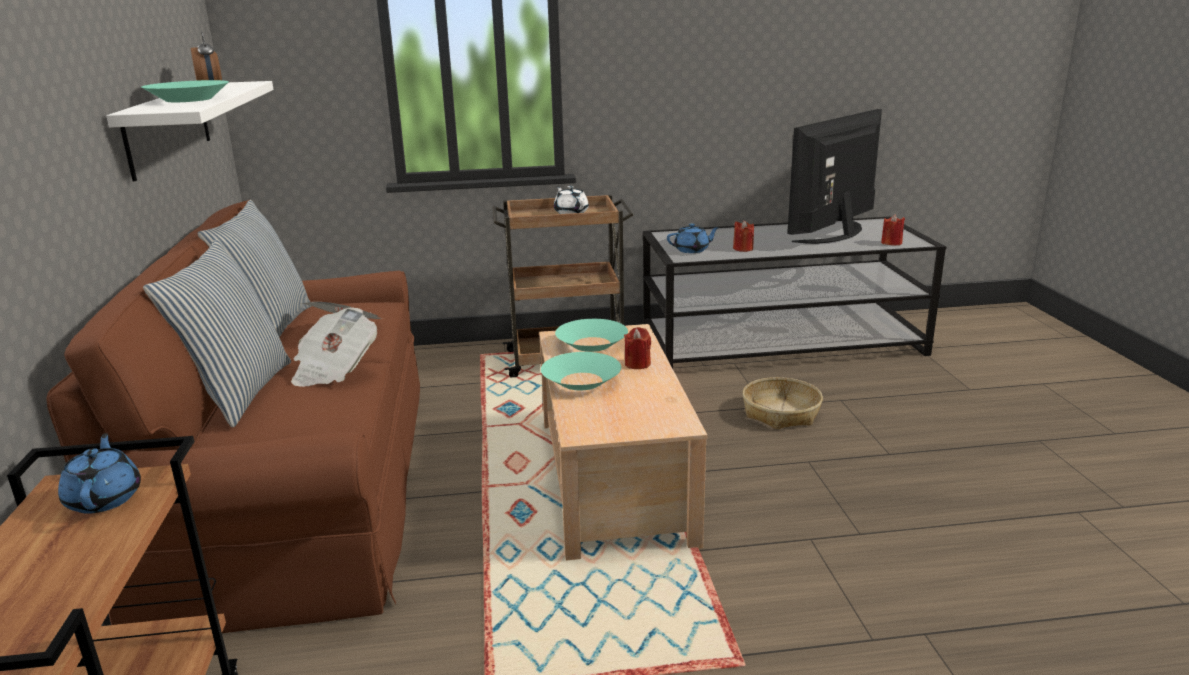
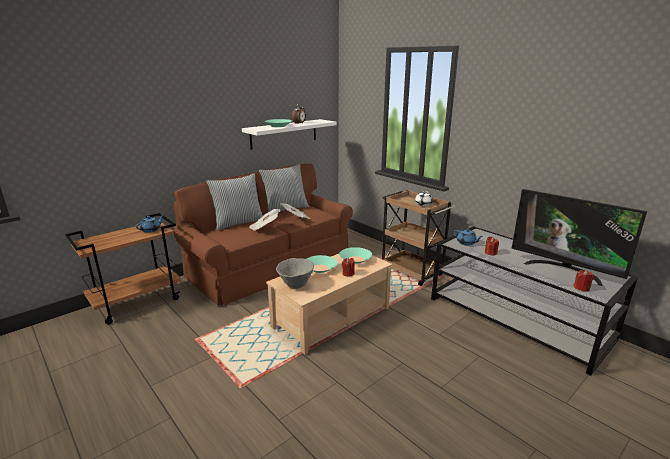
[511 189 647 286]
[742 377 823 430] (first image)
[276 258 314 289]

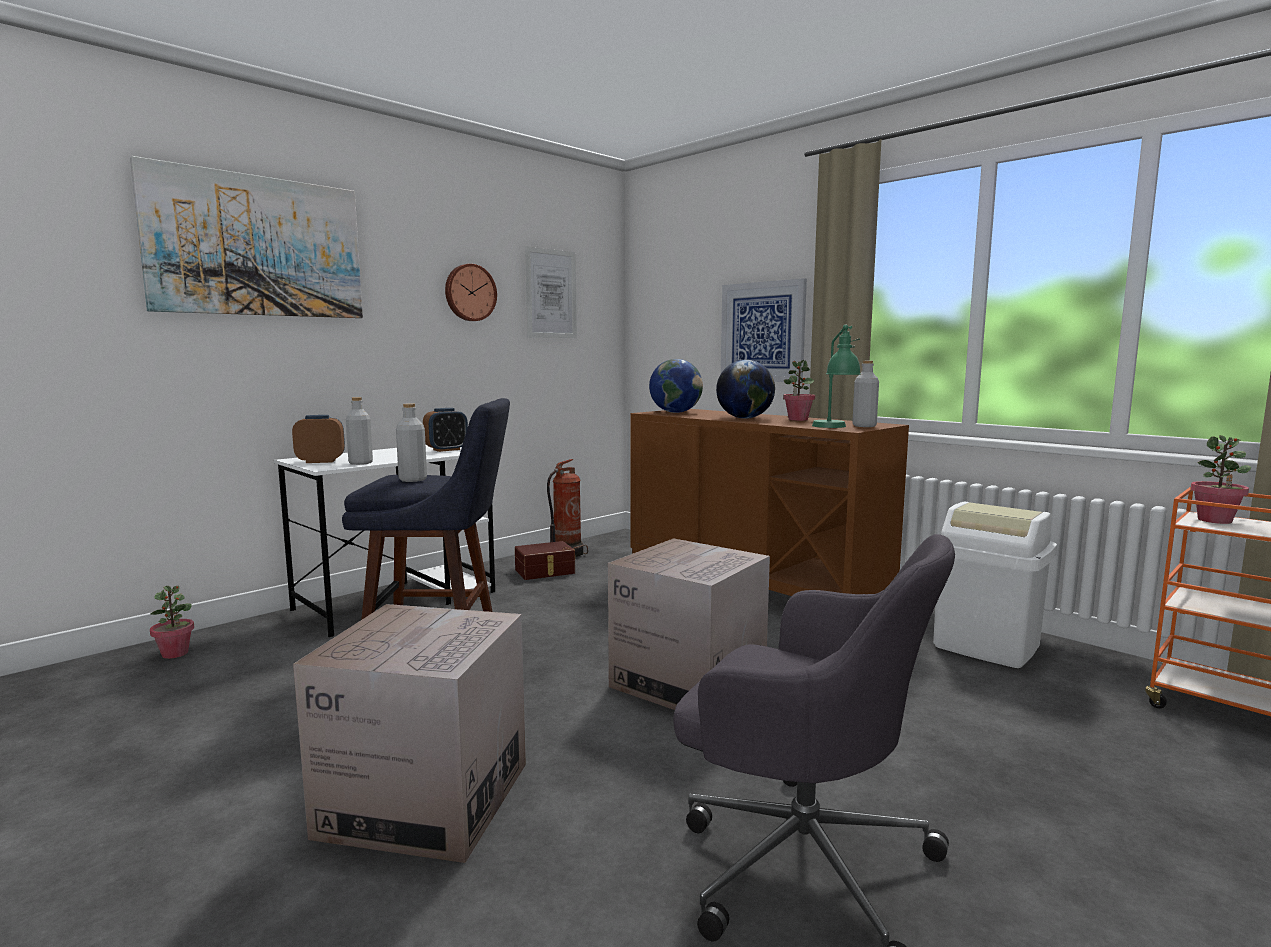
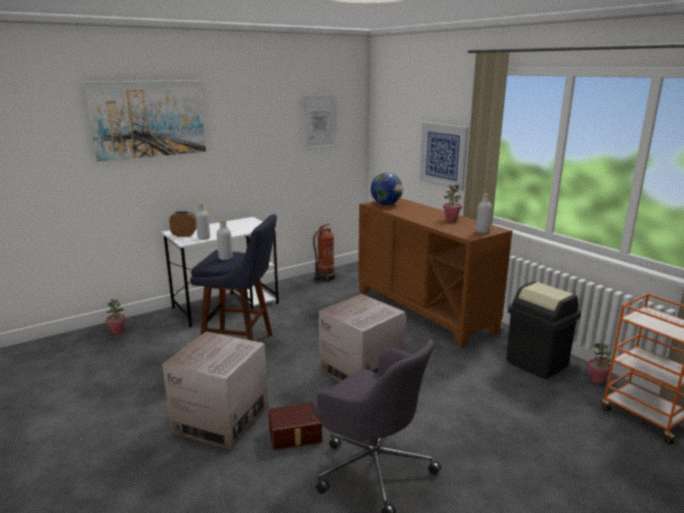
[445 264 497 321] (first image)
[812 325 861 428] (first image)
[716 360 775 419] (first image)
[423 408 468 452] (first image)
[588 342 611 383]
[506 281 581 379]
[268 402 322 450]

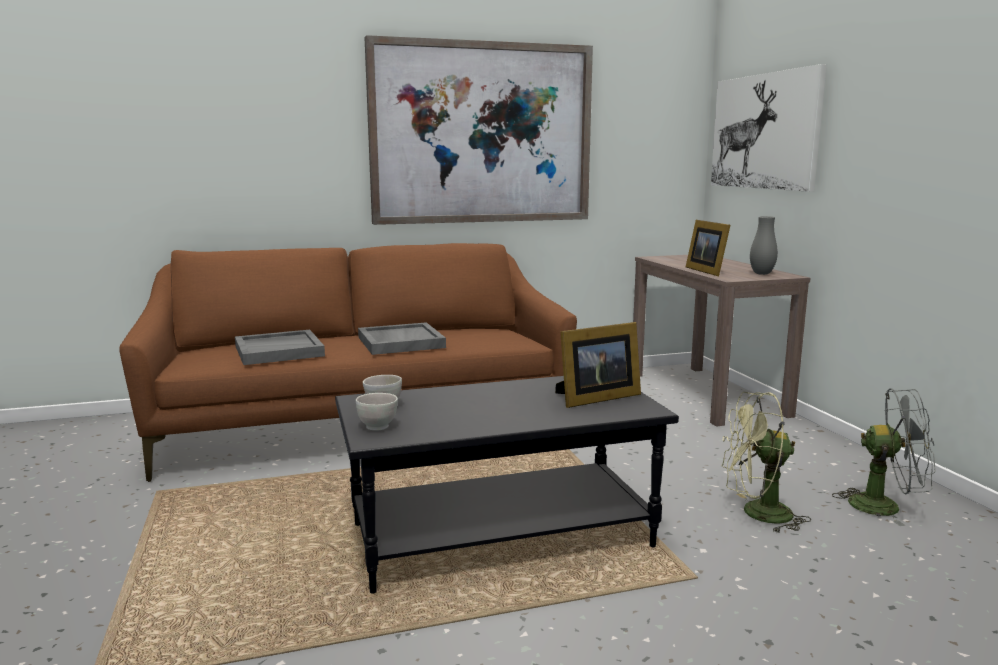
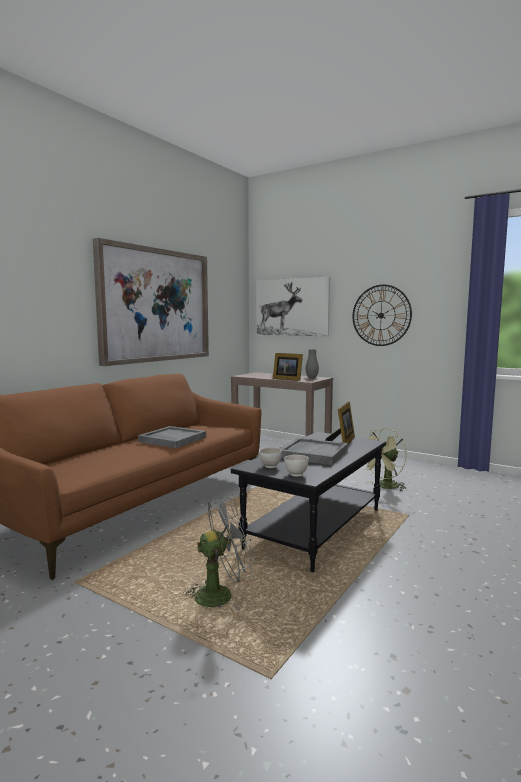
[280 438 348 465]
[182 497 255 610]
[353 285 412 346]

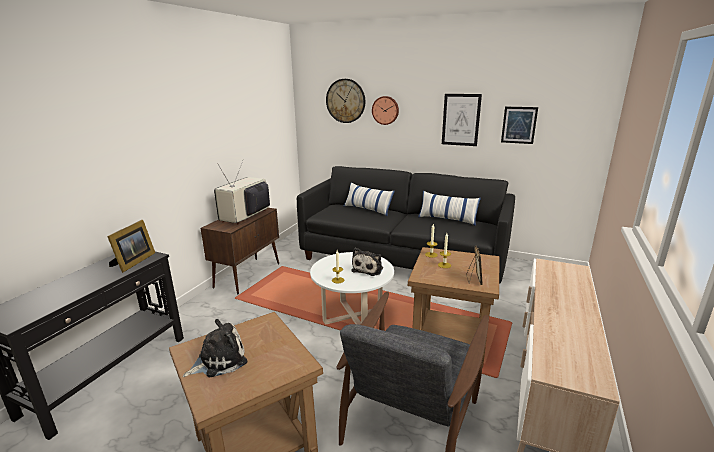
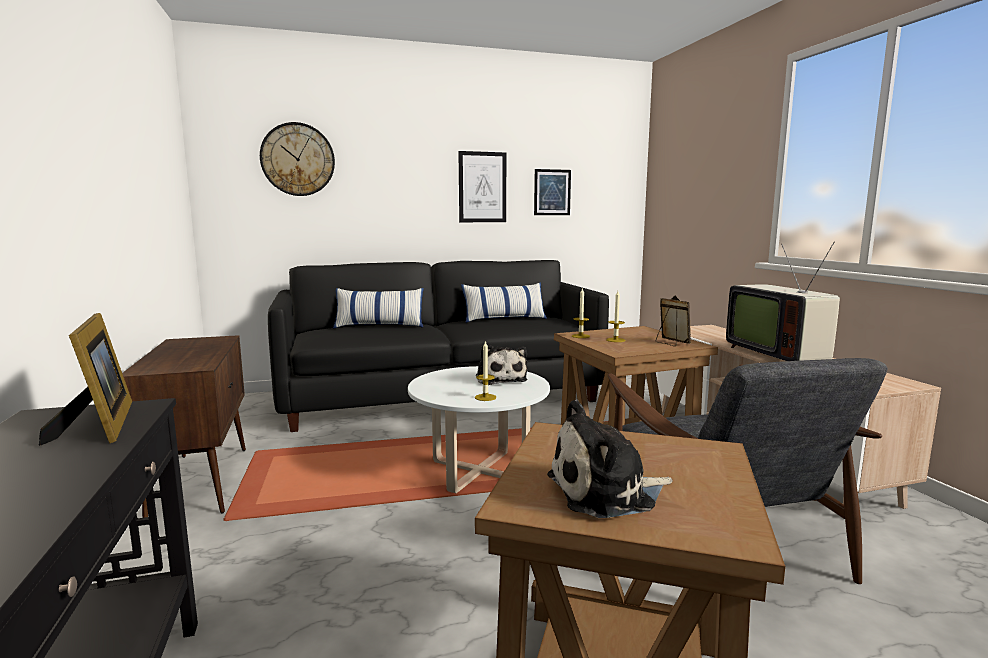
[372 96 399 125] (first image)
[726 242 840 361]
[547 400 673 518]

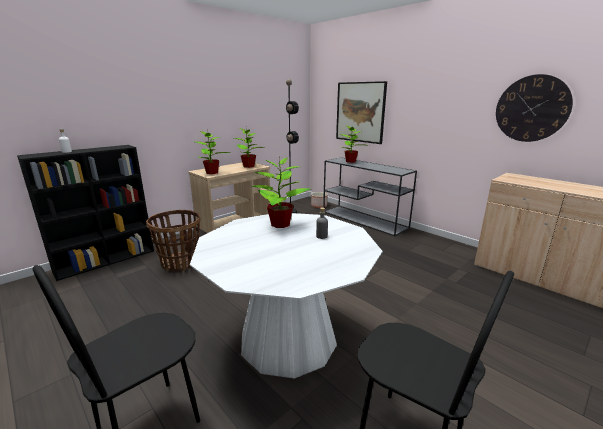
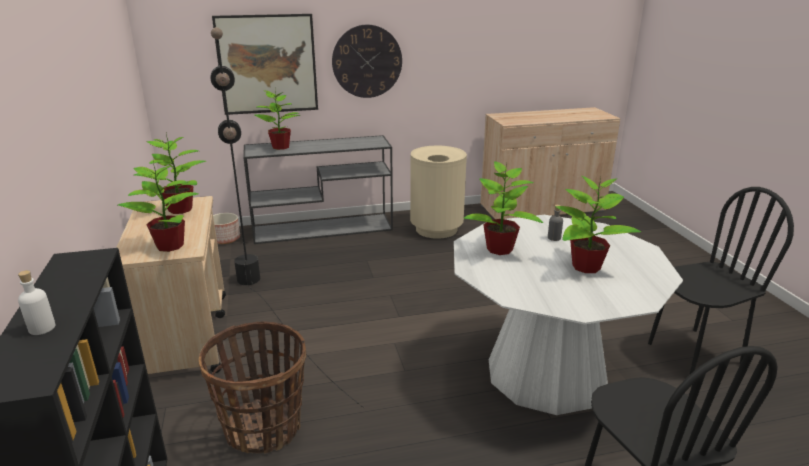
[332 25 402 98]
[410 146 467 239]
[555 176 641 273]

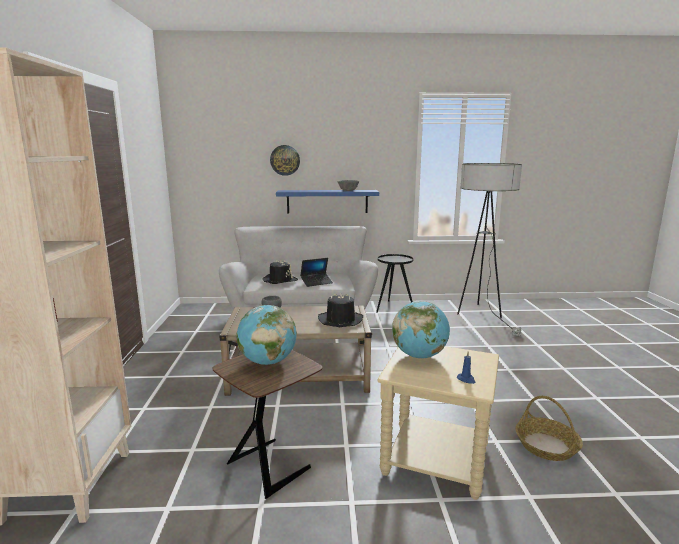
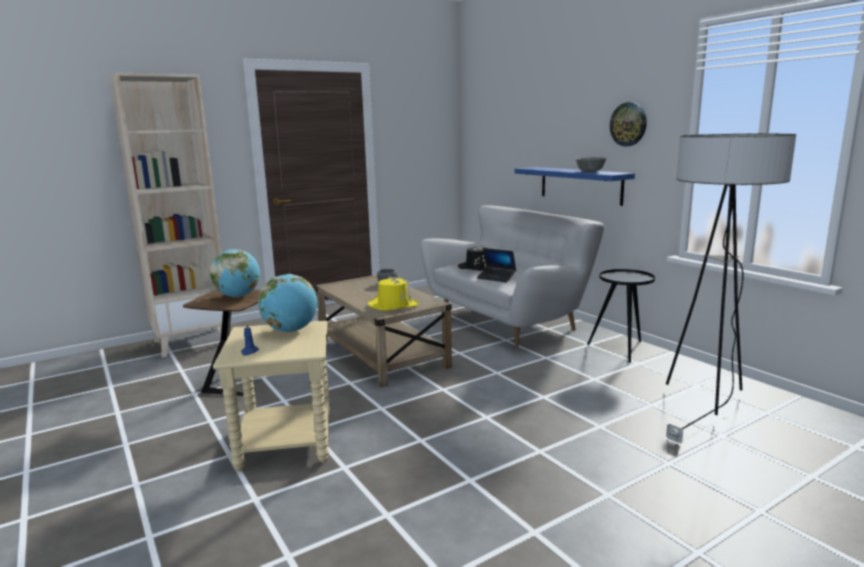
[610 102 647 146]
[368 276 419 311]
[515 396 583 461] (first image)

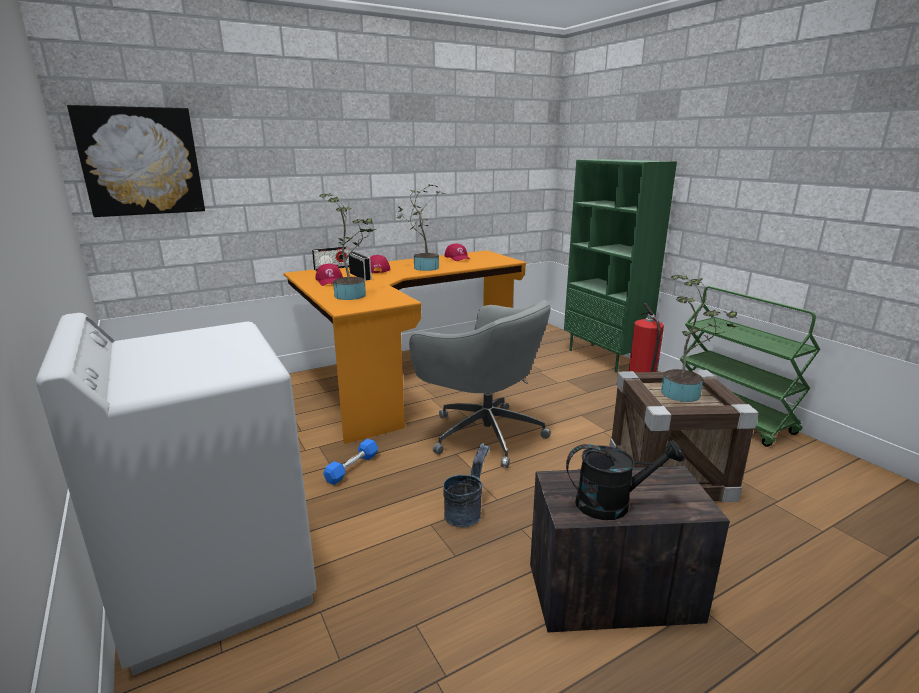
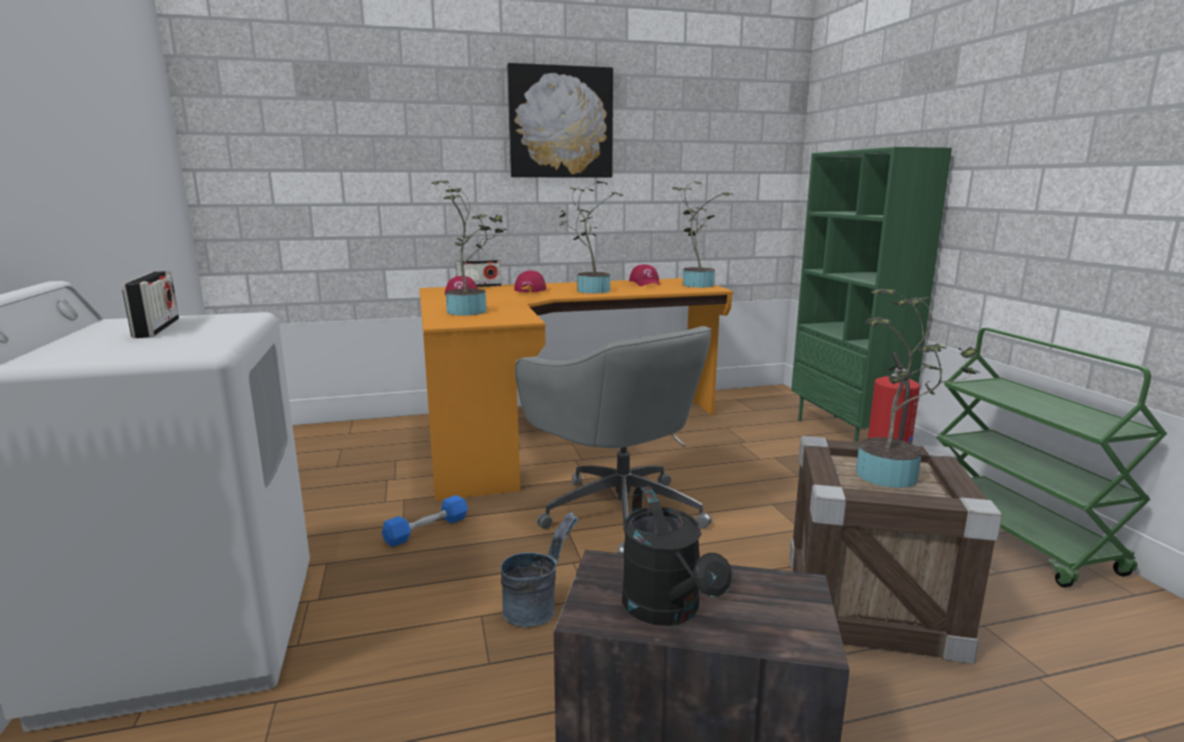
[507 63 613 178]
[122 271 179 338]
[622 486 732 626]
[672 181 732 288]

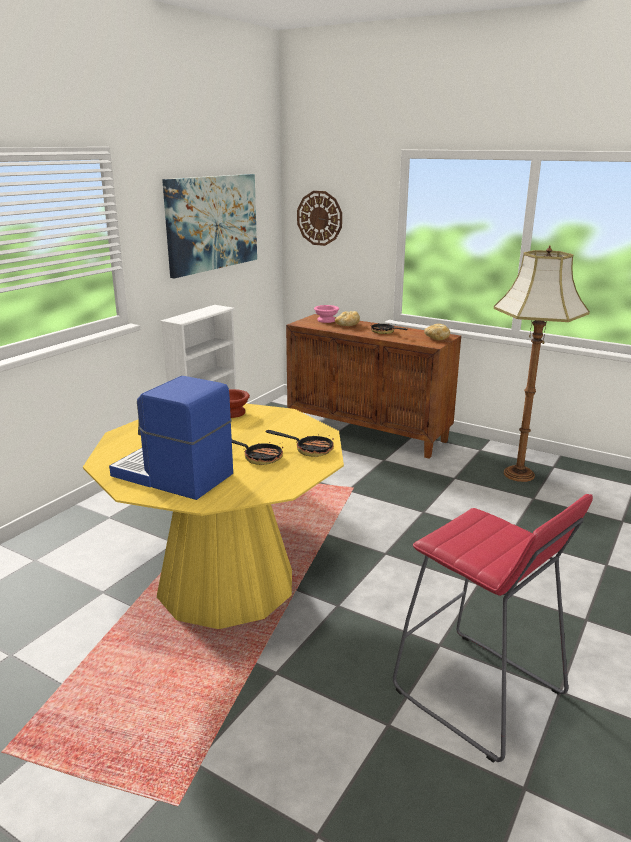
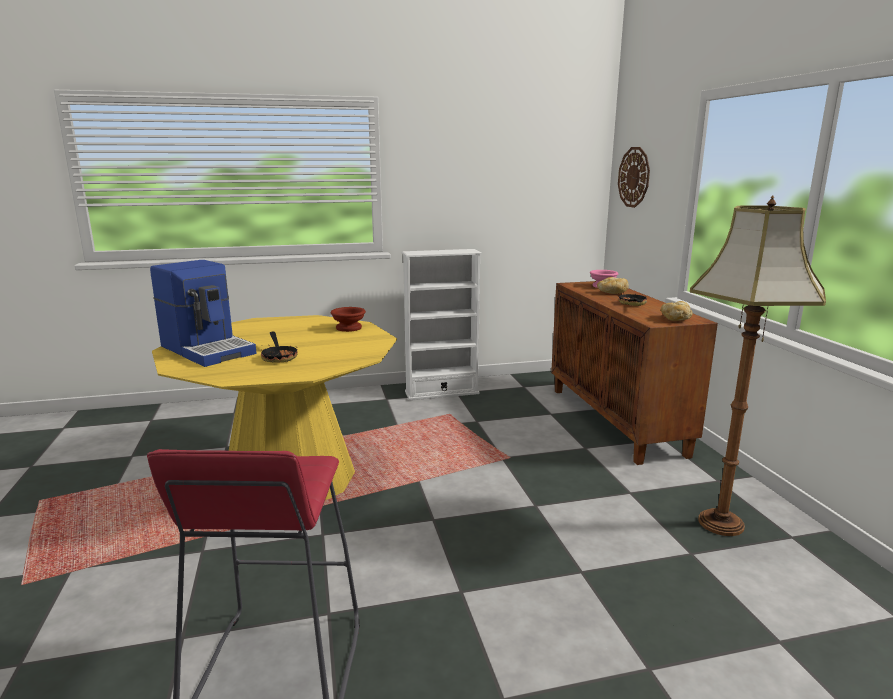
[162 174 257 279] (first image)
[150 260 256 367]
[266 430 334 457] (first image)

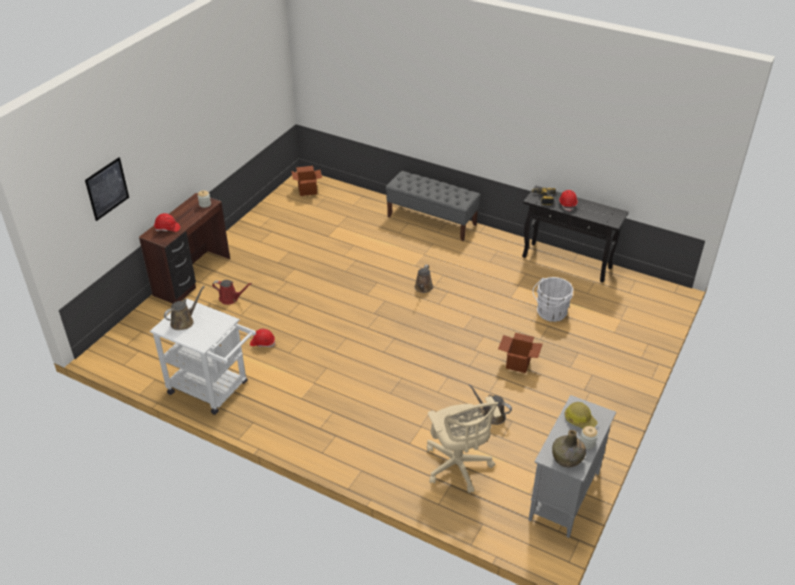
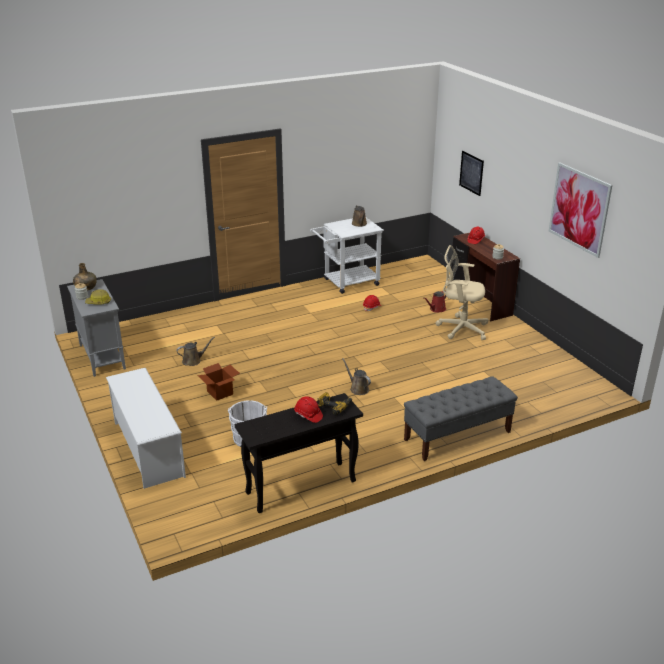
[291 166 322 196] (first image)
[436 245 488 340]
[549 163 612 258]
[106 368 186 489]

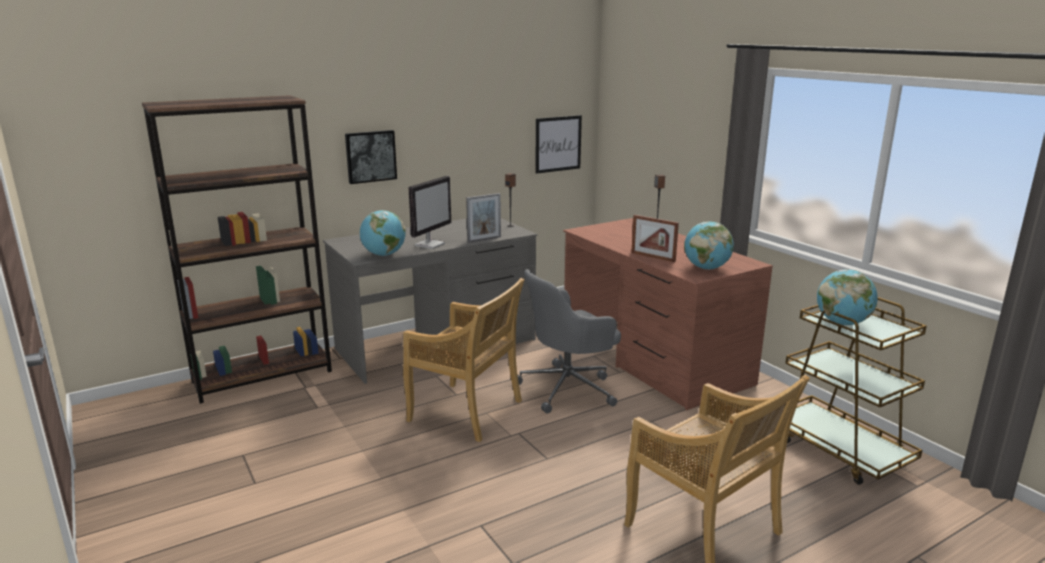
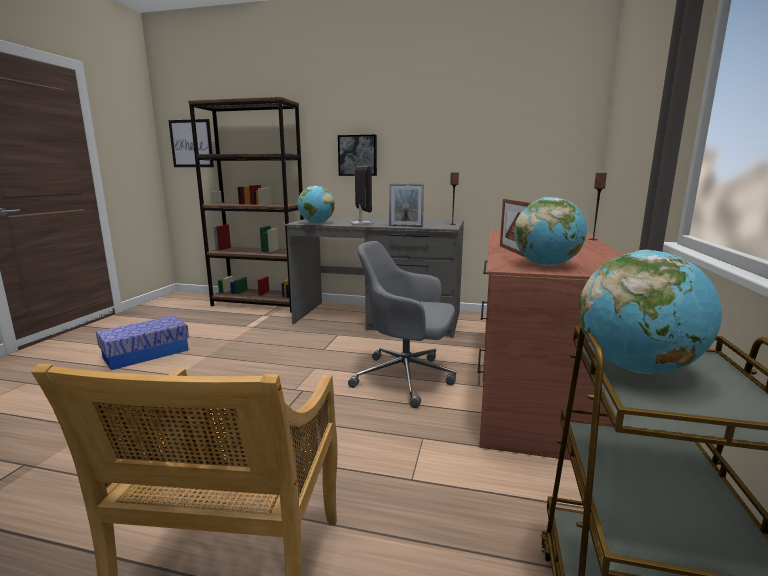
[169 119 214 167]
[350 166 373 225]
[403 278 524 442] (first image)
[96 316 189 370]

